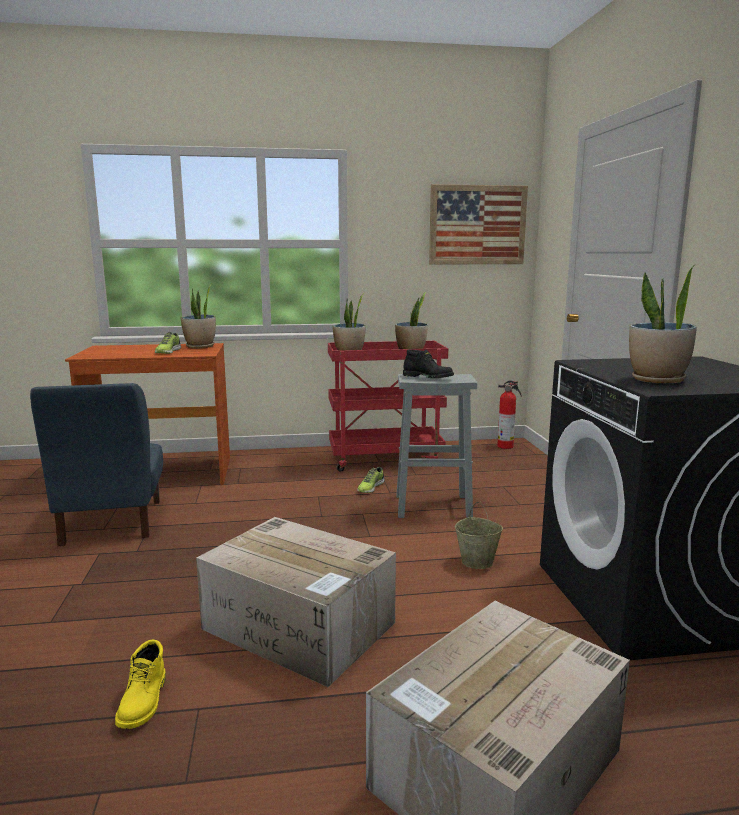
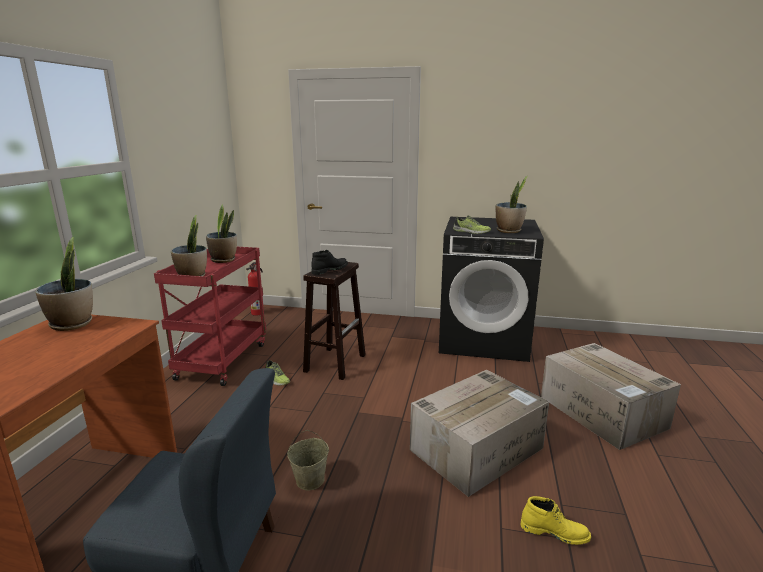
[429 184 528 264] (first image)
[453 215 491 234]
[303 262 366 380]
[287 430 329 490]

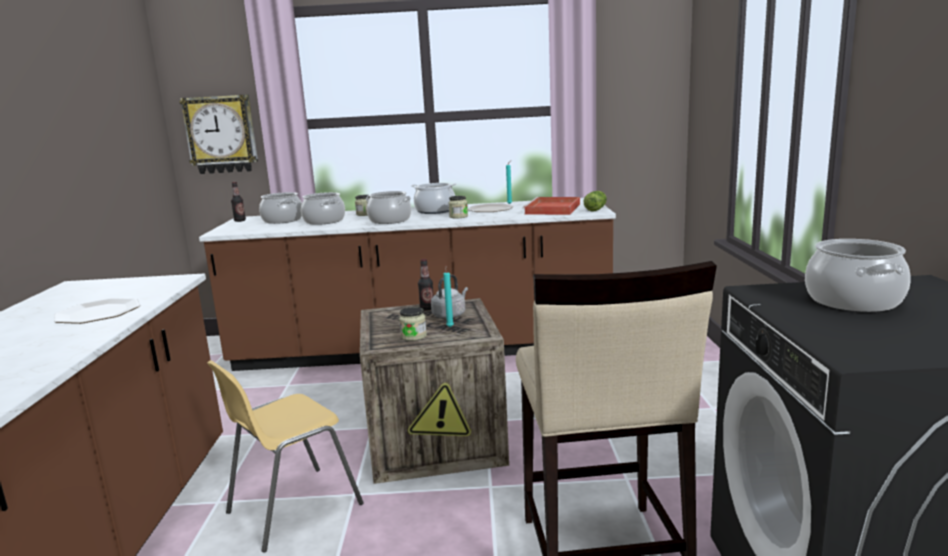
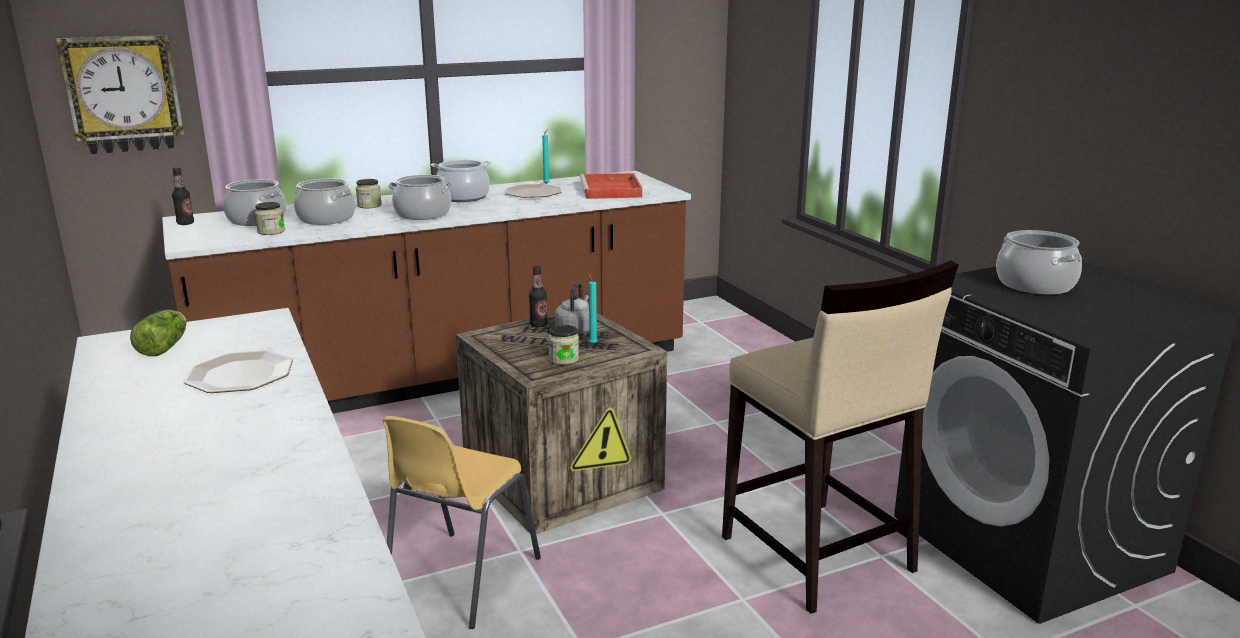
[130 310 187 356]
[255 202 285 235]

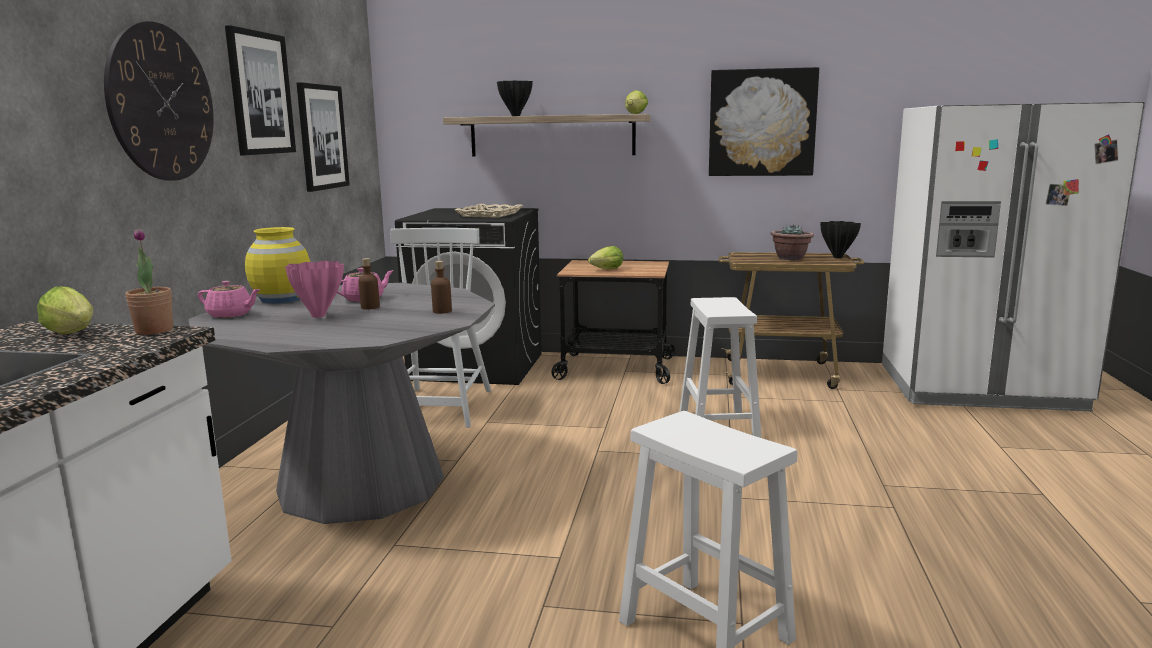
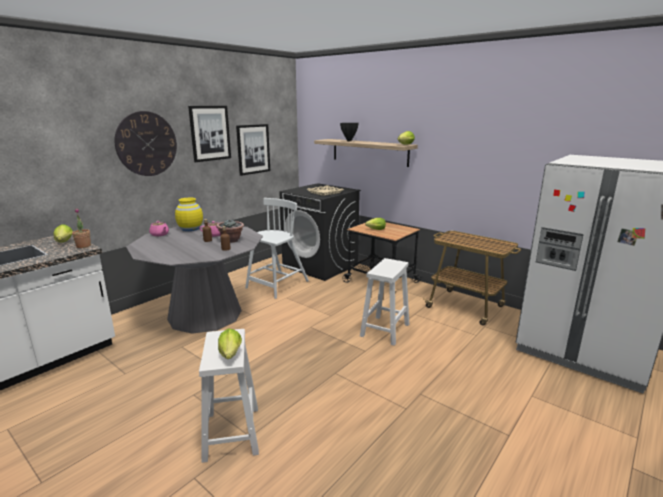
[709 67 819 176] (first image)
[820 221 861 258] (first image)
[216 219 244 243]
[285 261 344 318] (first image)
[218 329 242 359]

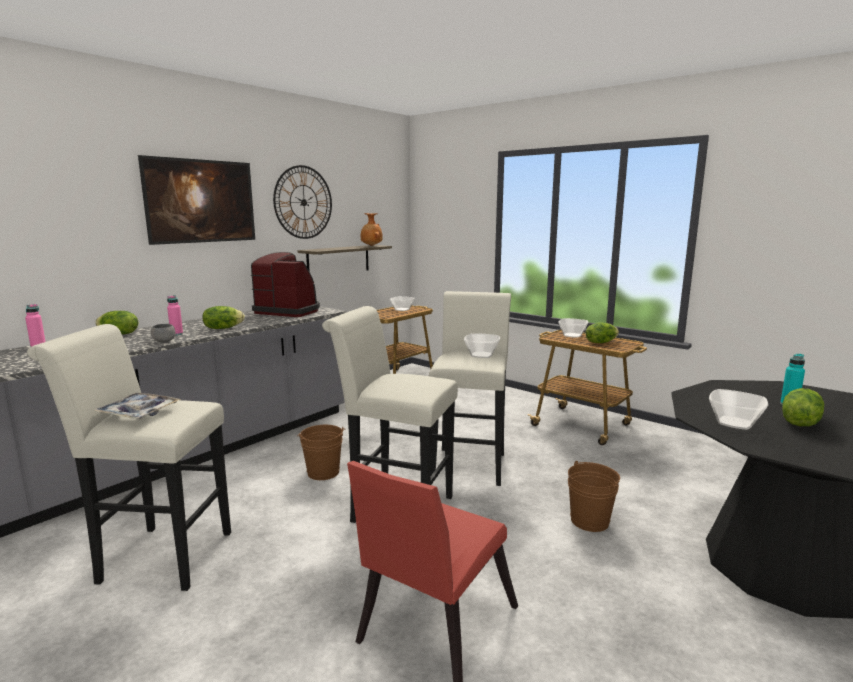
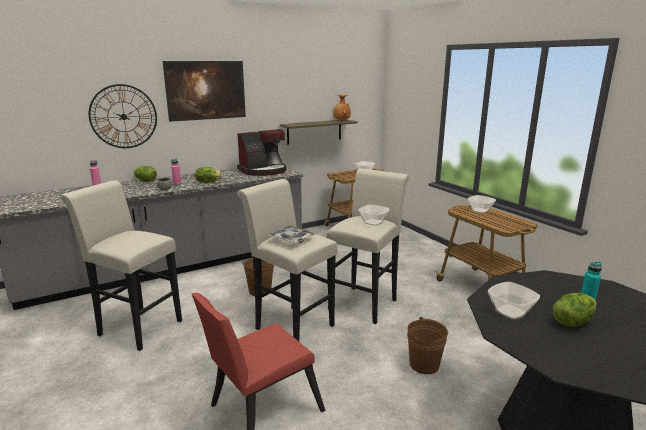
[89 84 157 148]
[237 129 286 176]
[585 322 619 343] (first image)
[269 226 315 244]

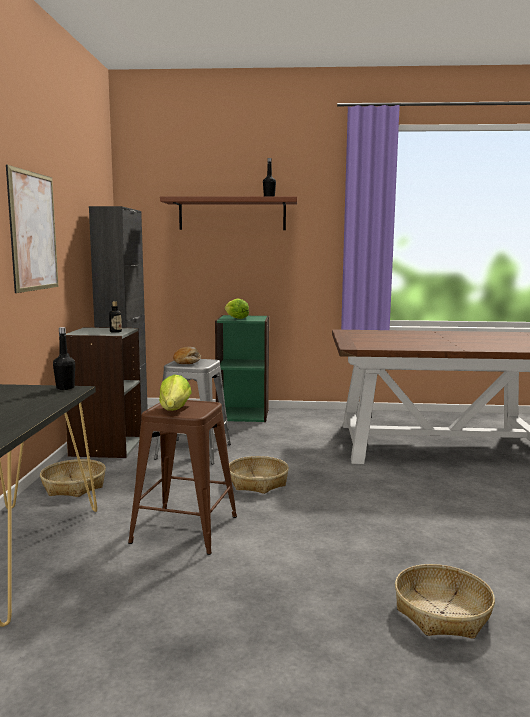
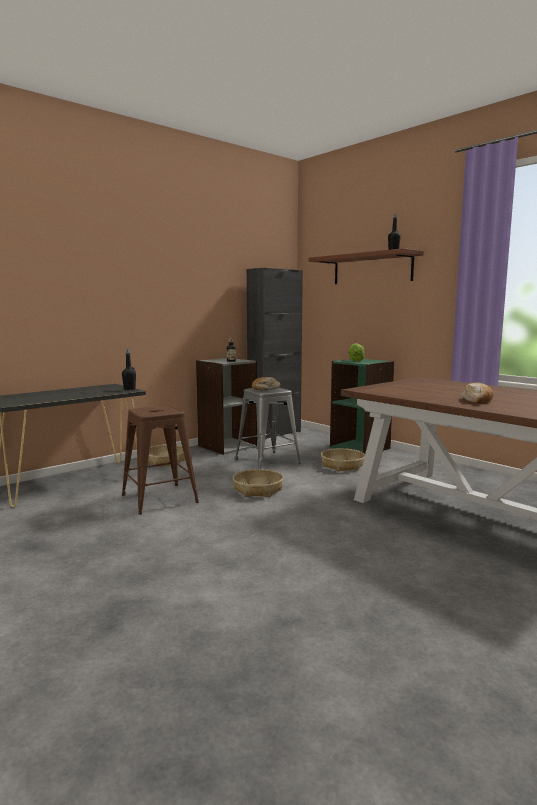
[6 165 58 293] (first image)
[159 374 192 411] (first image)
[321 448 365 472]
[462 382 494 403]

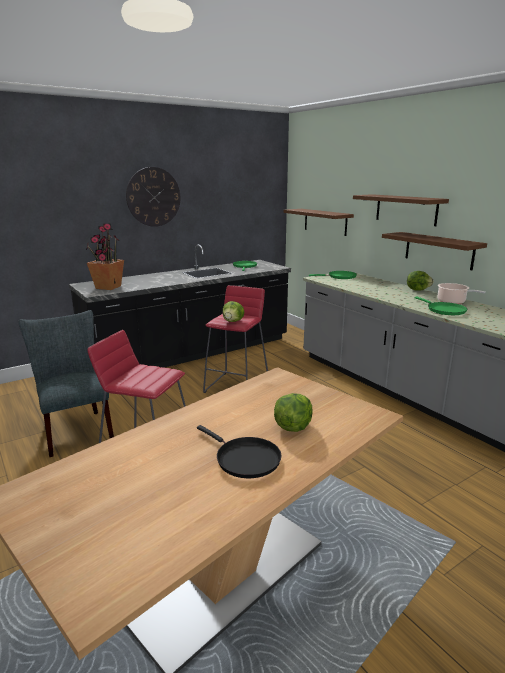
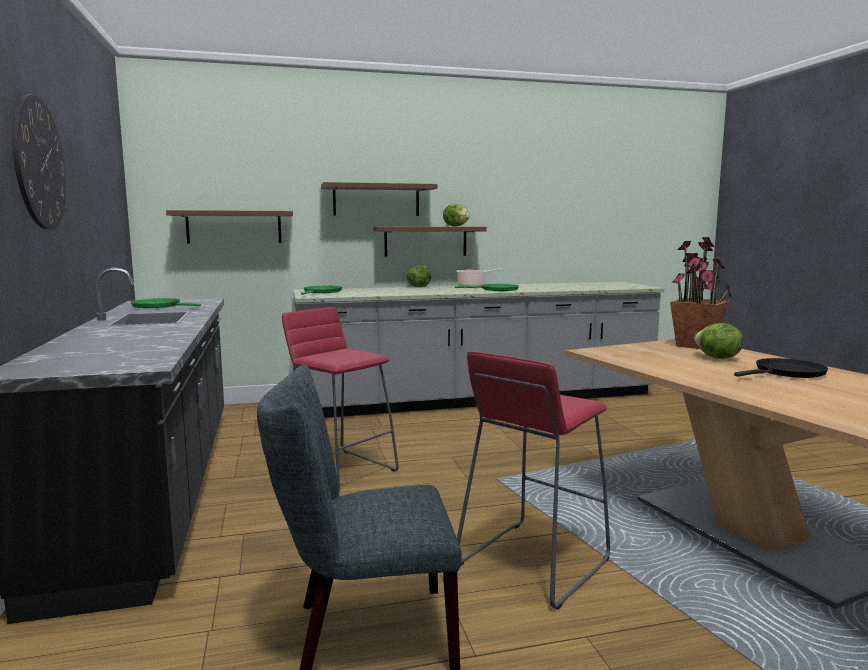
[670 237 731 349]
[443 204 470 226]

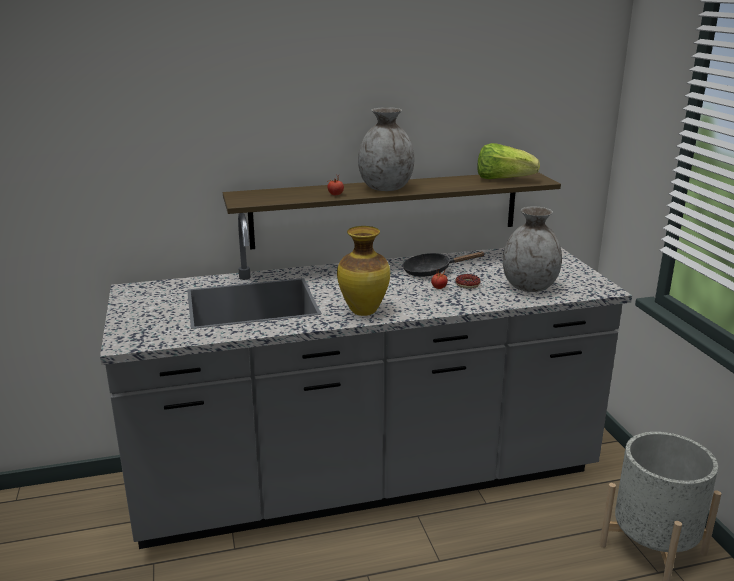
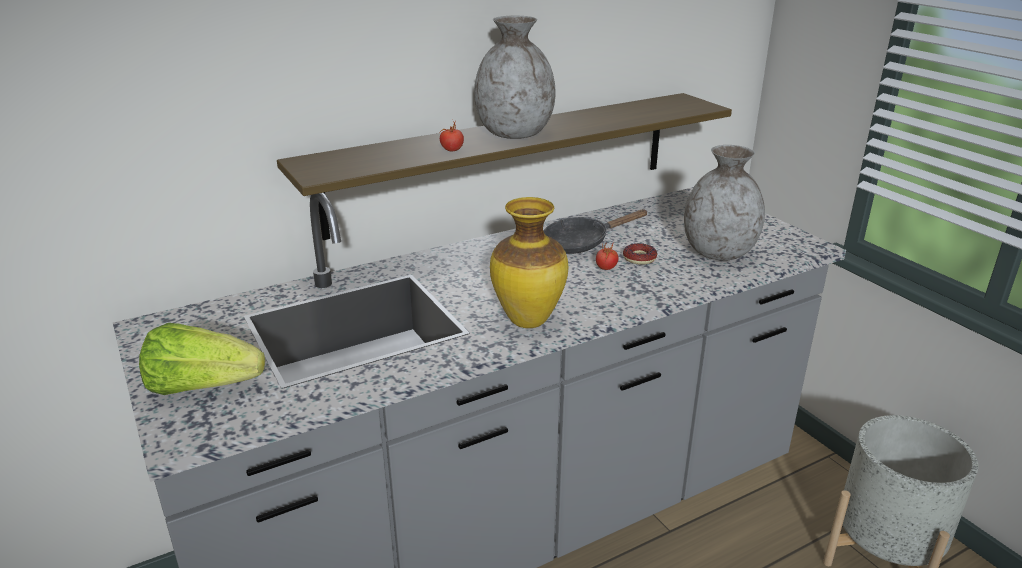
[139 323 265 395]

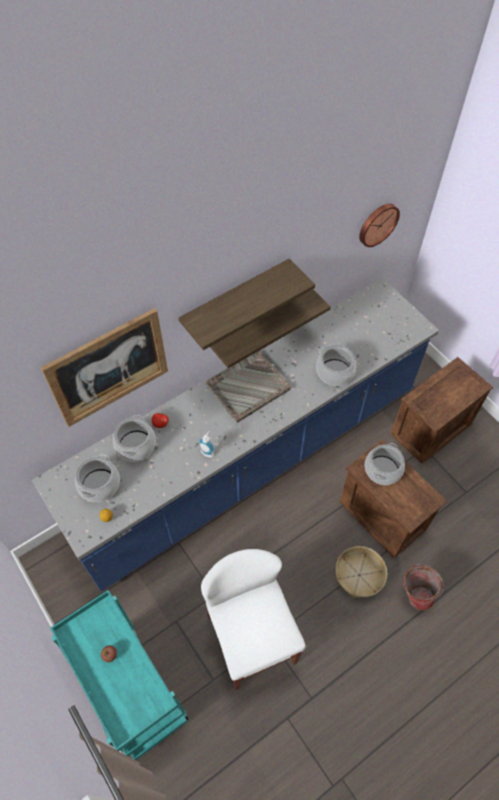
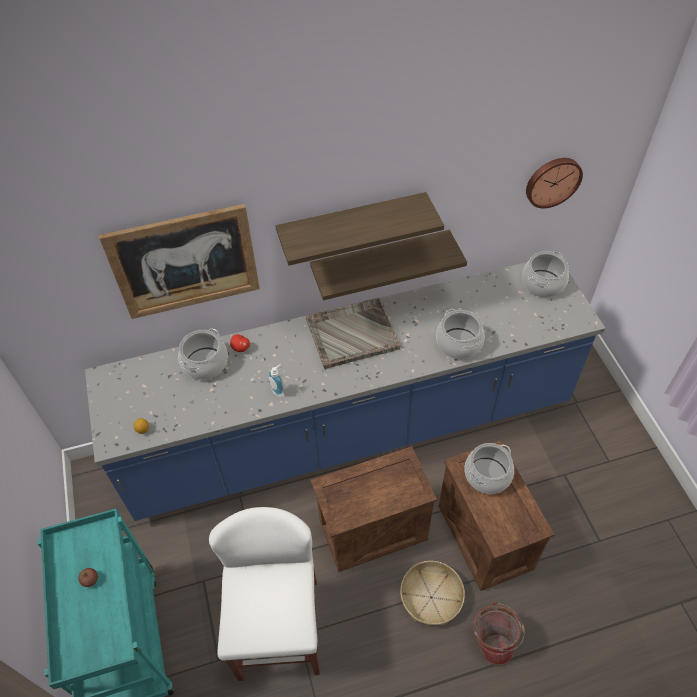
[310 446 437 572]
[522 251 569 298]

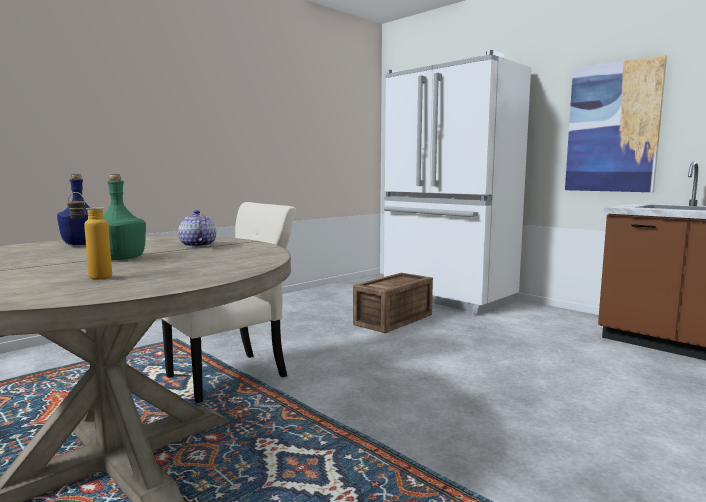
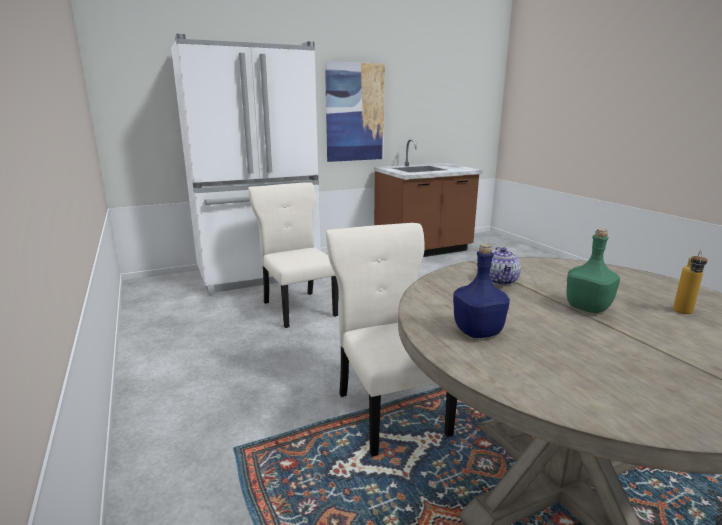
[489 247 521 285]
[248 182 338 328]

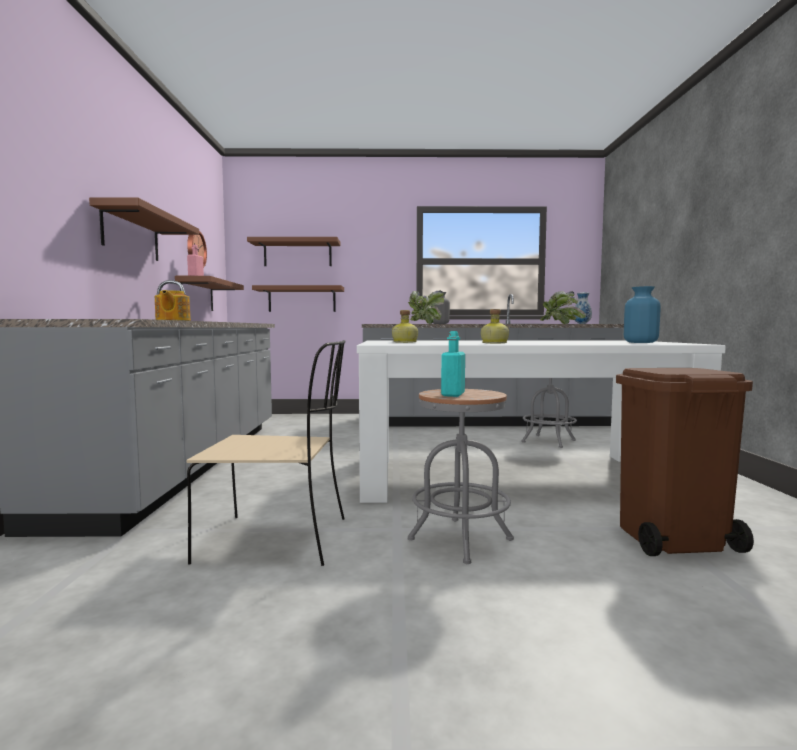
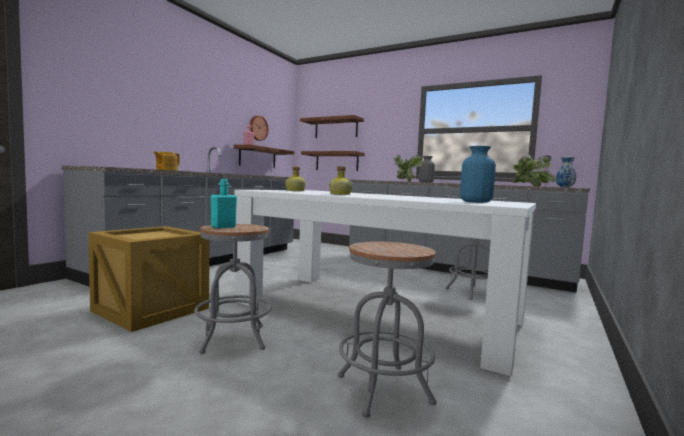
[89 197 199 261] (first image)
[88 226 210 332]
[338 241 436 418]

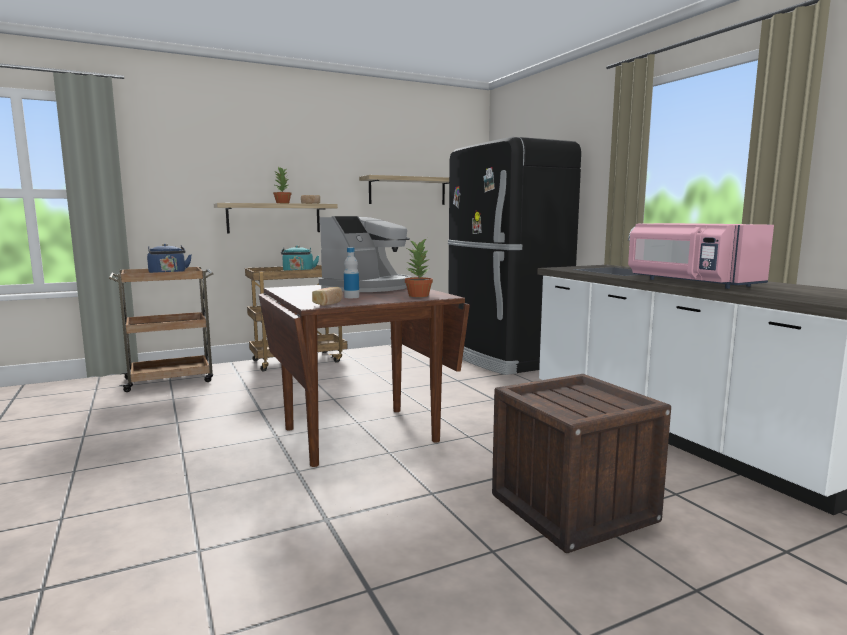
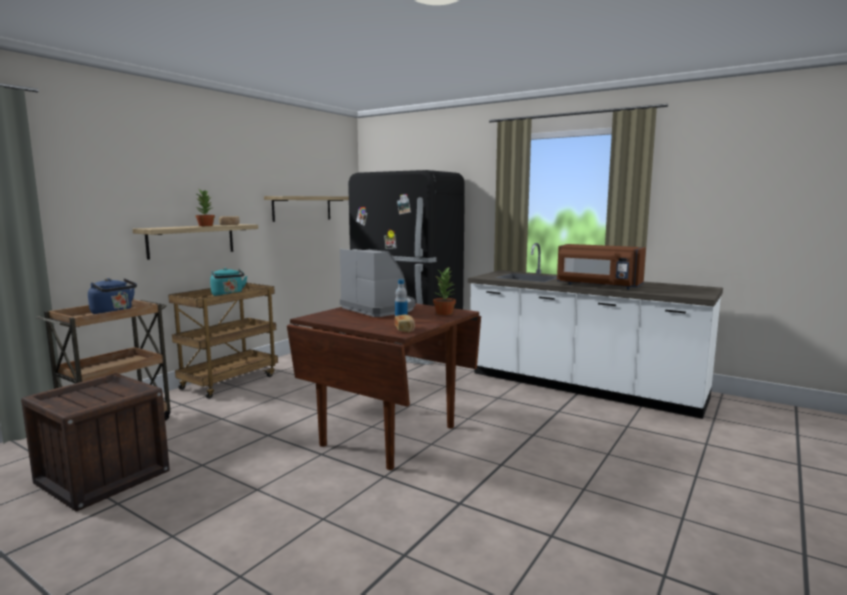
[340 249 416 317]
[557 244 646 289]
[21 373 170 511]

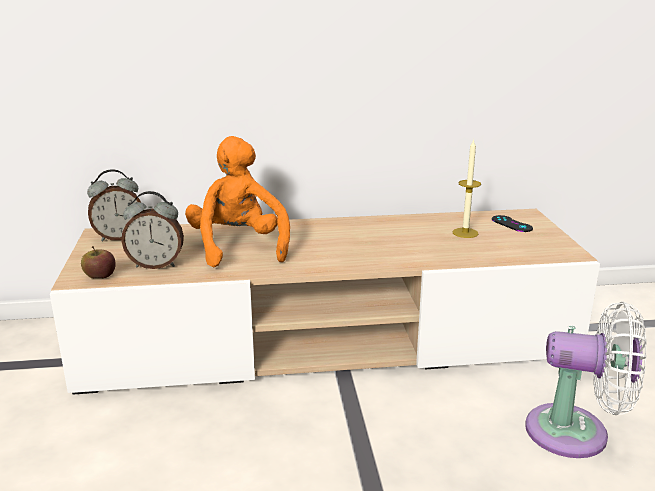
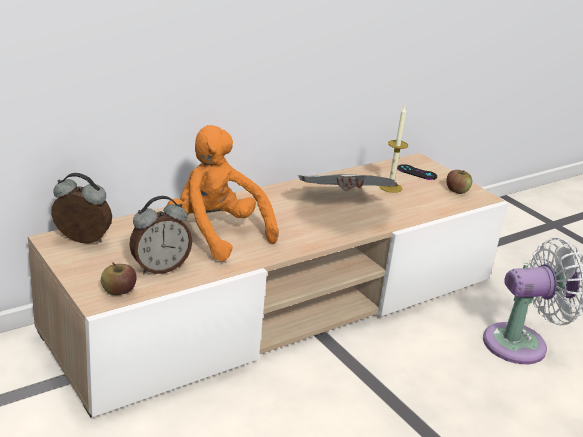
[51 173 112 243]
[446 170 472 194]
[298 174 399 191]

